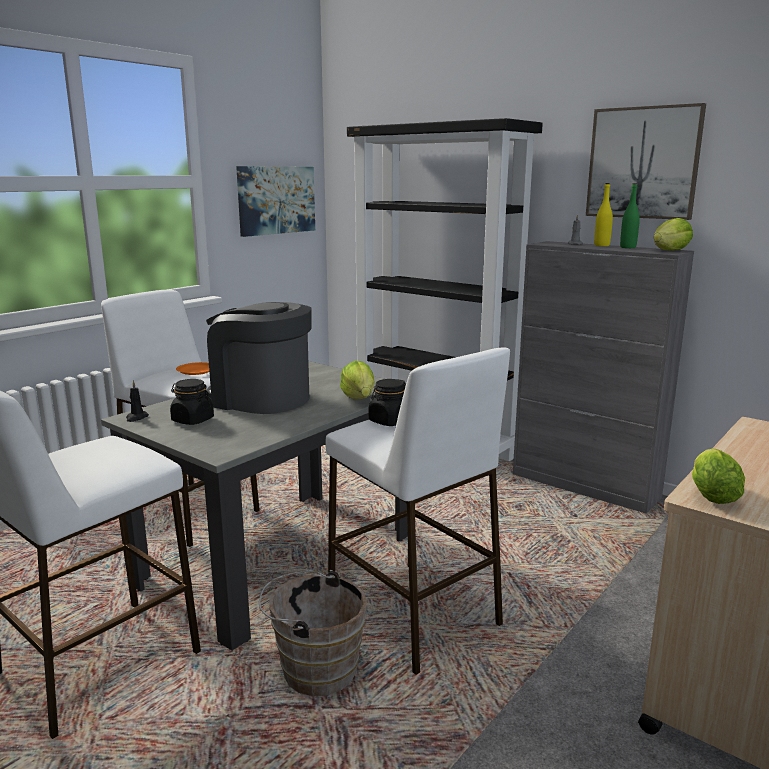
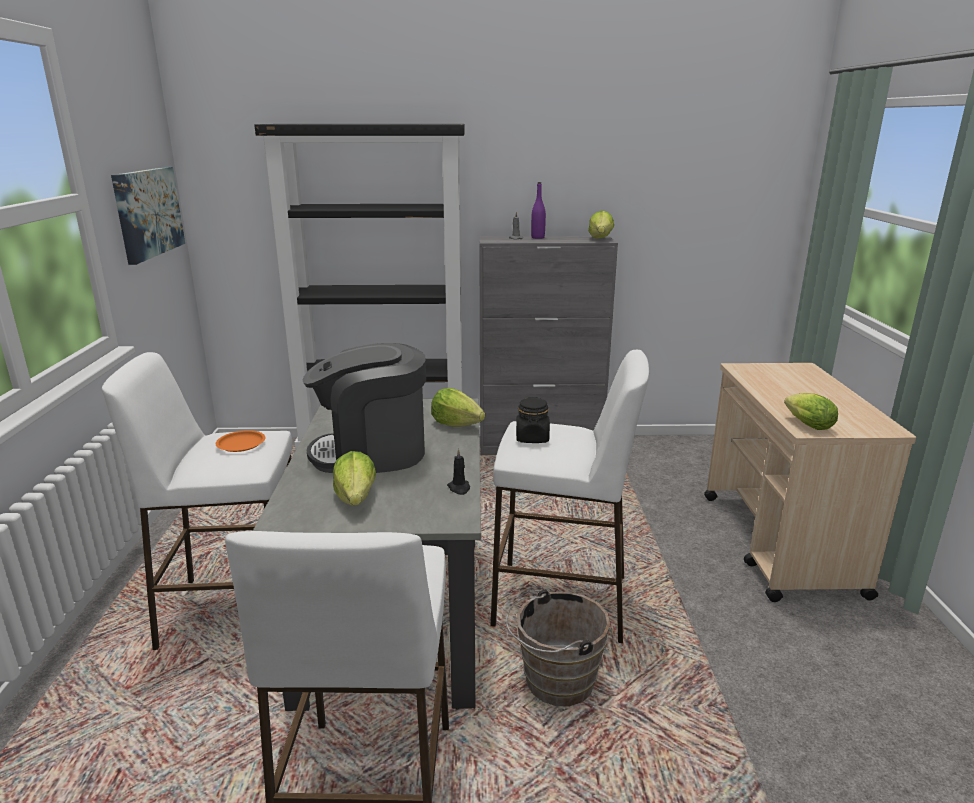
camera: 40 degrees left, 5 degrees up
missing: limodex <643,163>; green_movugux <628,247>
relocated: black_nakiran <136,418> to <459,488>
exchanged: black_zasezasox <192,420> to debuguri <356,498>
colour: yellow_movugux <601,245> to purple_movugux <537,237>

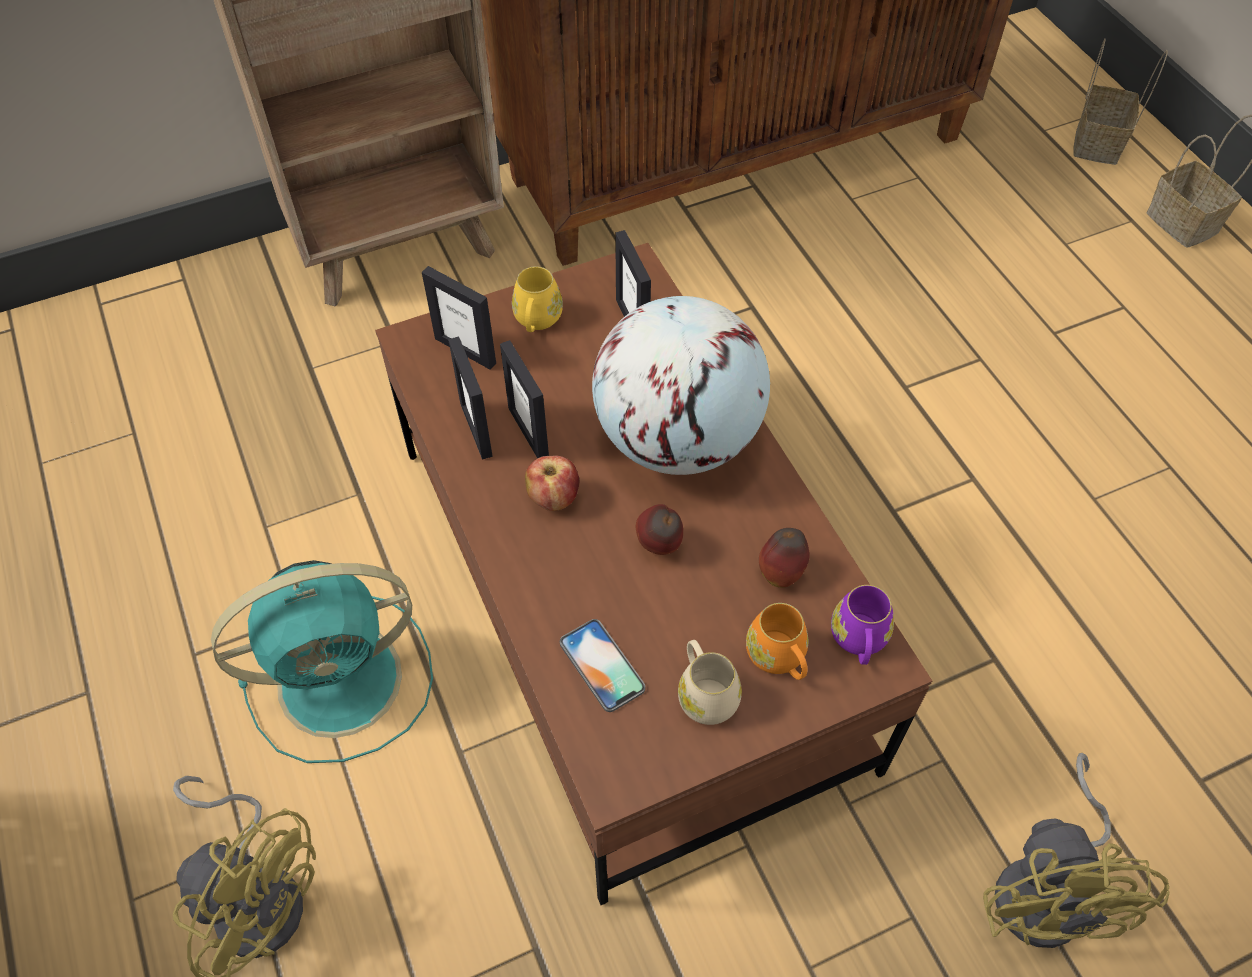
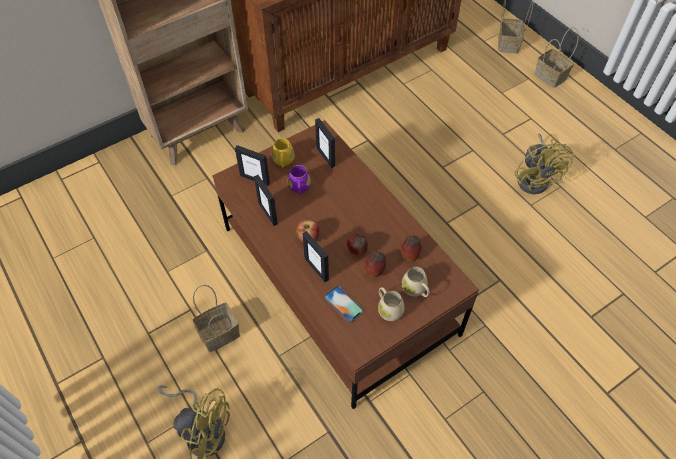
camera: 10 degrees left, 0 degrees up
missing: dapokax <677,439>
appeared: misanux <375,271>
relocated: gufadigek <529,432> to <316,269>; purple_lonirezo <858,641> to <299,188>; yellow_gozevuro <1049,889> to <535,178>
exchanged: turquoise_gozevuro <346,678> to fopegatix <220,332>
colour: orange_lonirezo <779,658> to beige_lonirezo <416,290>

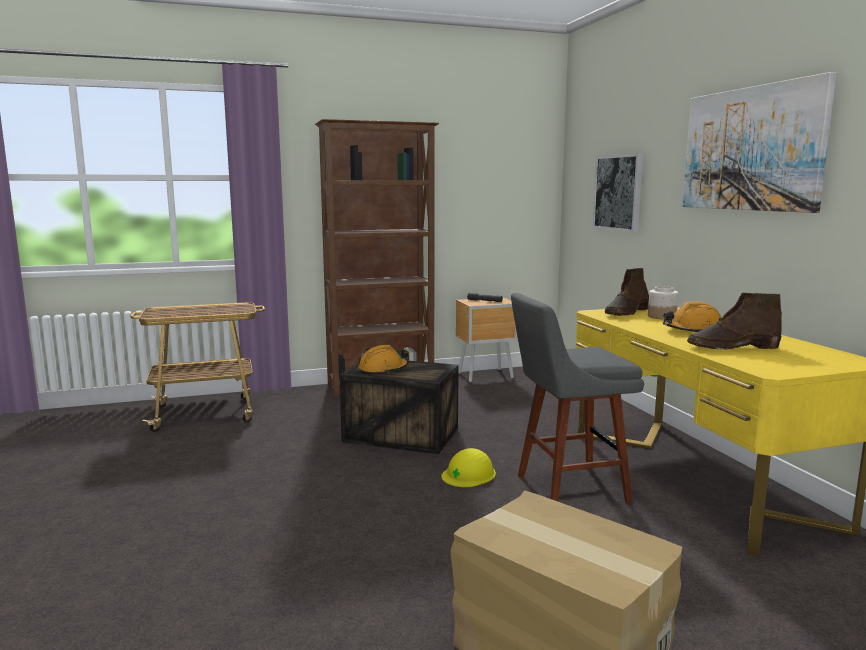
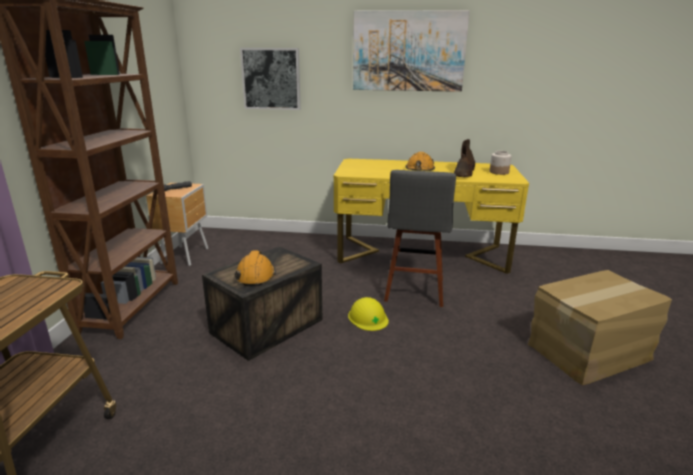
camera: 65 degrees left, 10 degrees up
missing: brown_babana <627,313>
relocated: zasezasox <661,317> to <499,172>

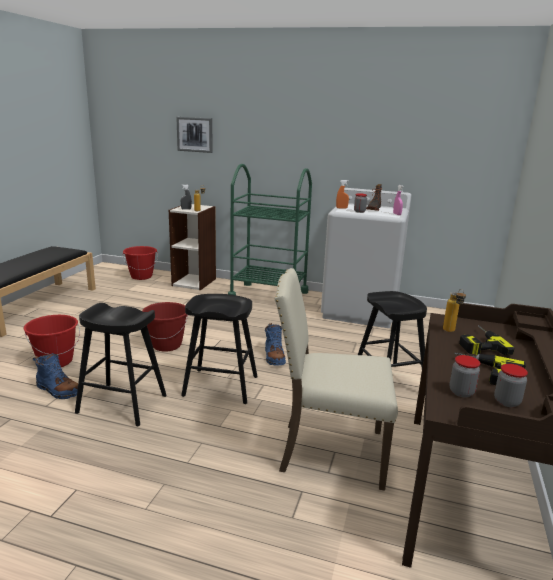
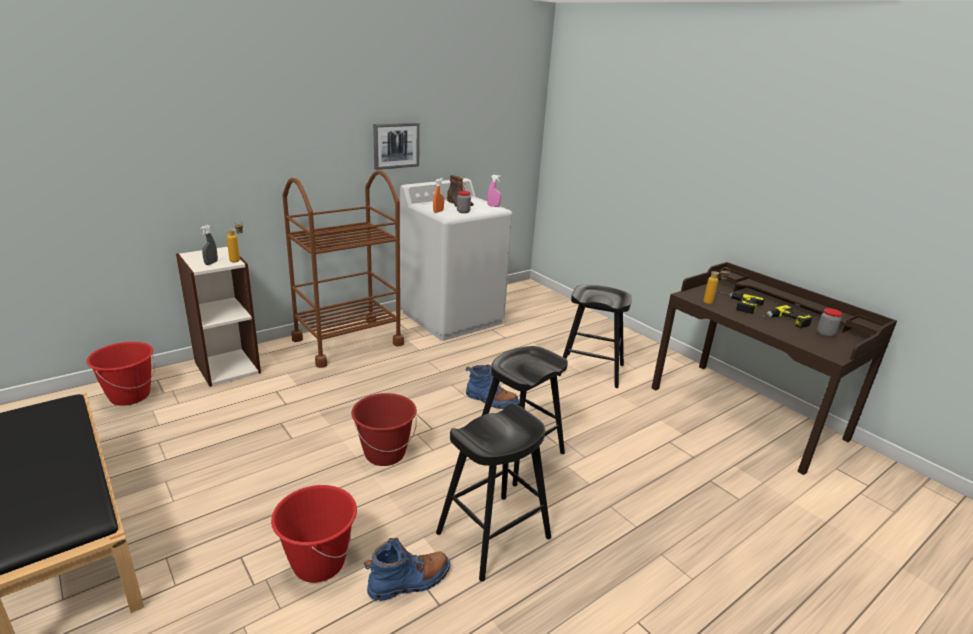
camera: 55 degrees left, 5 degrees up
missing: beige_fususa <329,452>; zasezasox <461,392>
relocated: limodex <195,134> to <396,145>
colour: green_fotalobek <268,295> to brown_fotalobek <347,342>

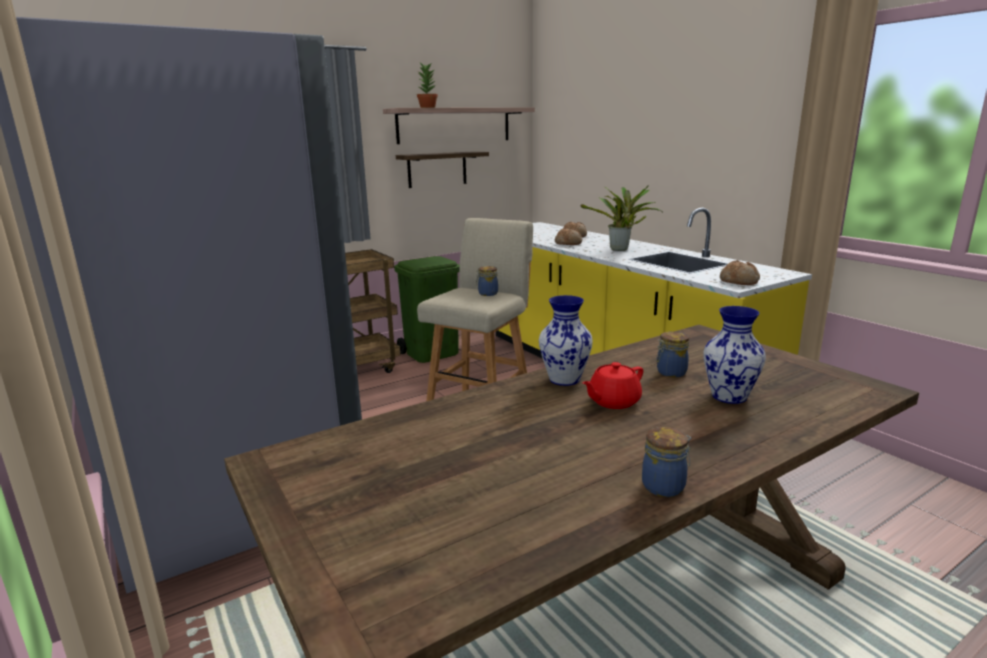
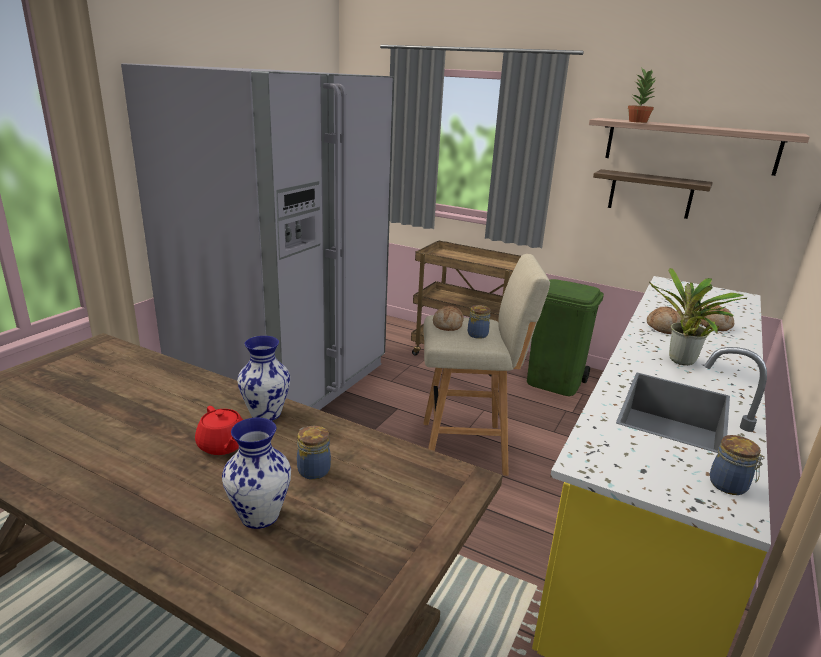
camera: 60 degrees right, 5 degrees up
relocated: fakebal <739,281> to <448,325>; zasezasox <665,486> to <729,486>
spun: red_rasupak <612,401> = <222,445> 150 degrees counterclockwise

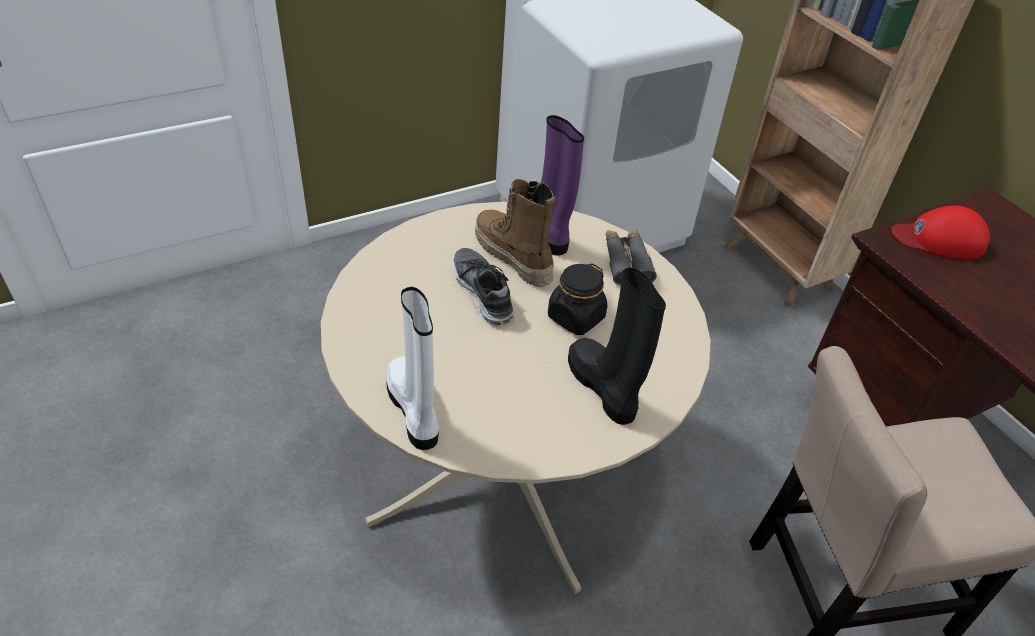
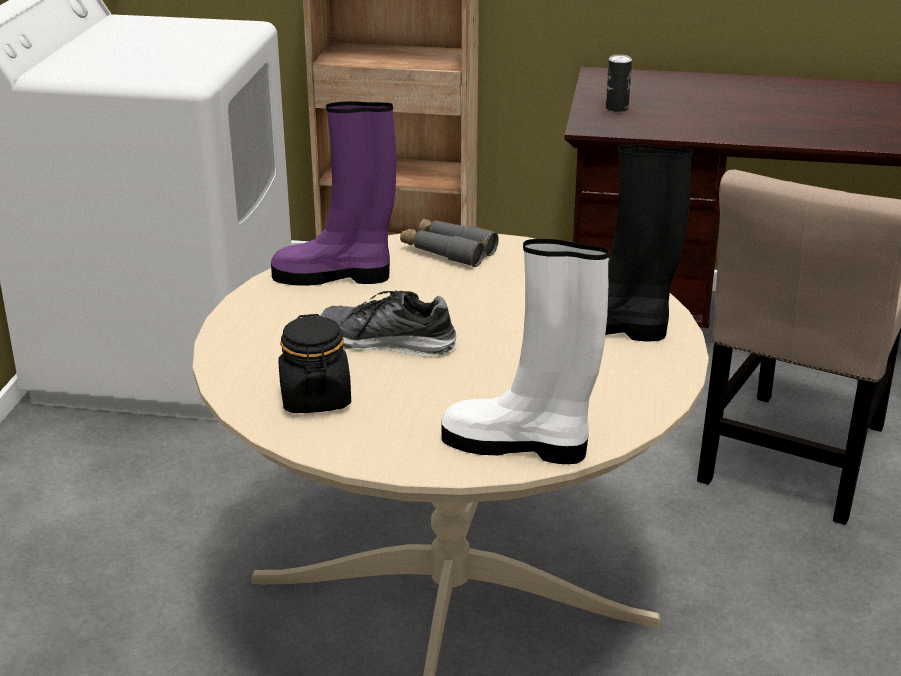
camera: 50 degrees left, 15 degrees down
missing: babana <512,257>
relocated: black_zasezasox <575,317> to <315,398>
exchanged: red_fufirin <939,239> to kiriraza <617,108>

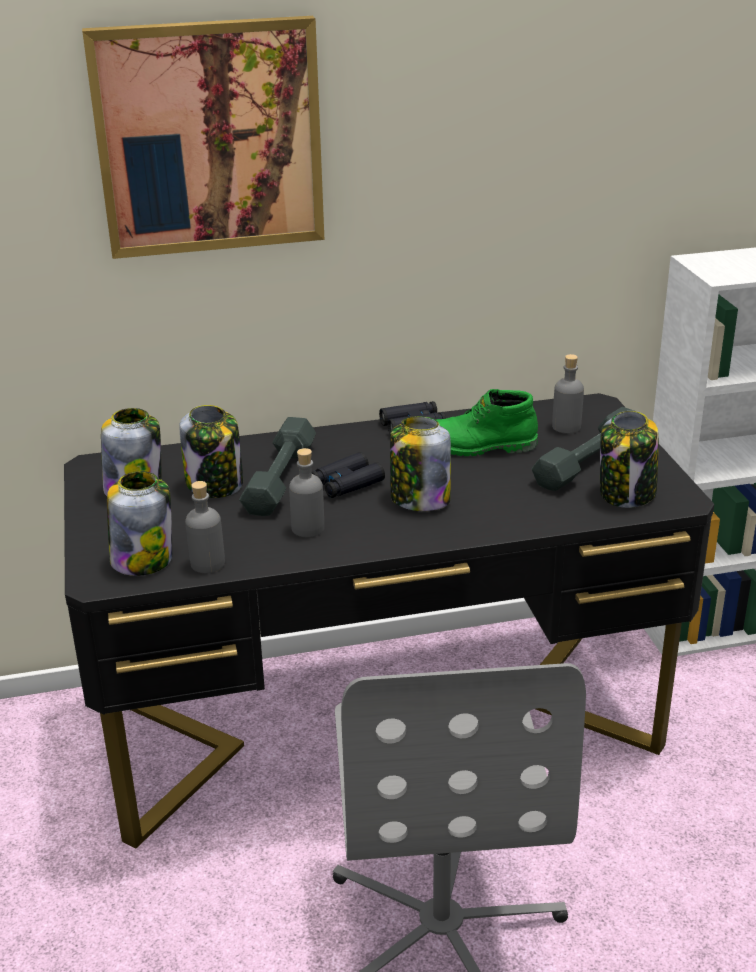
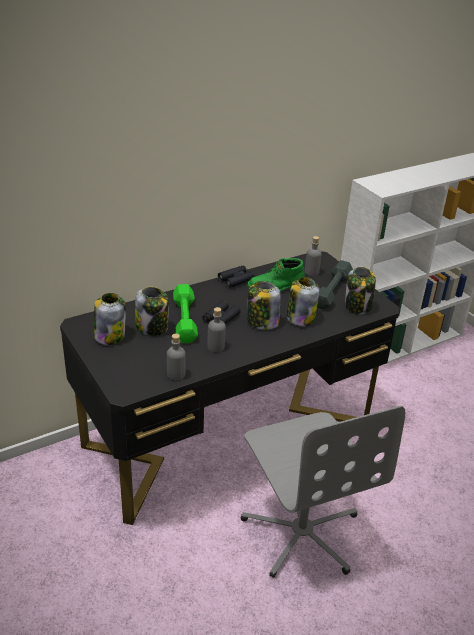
camera: 20 degrees left, 5 degrees up
missing: limodex <209,138>
relocated: zasezasox <143,559> to <300,318>
colour: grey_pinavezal <280,479> to green_pinavezal <185,319>

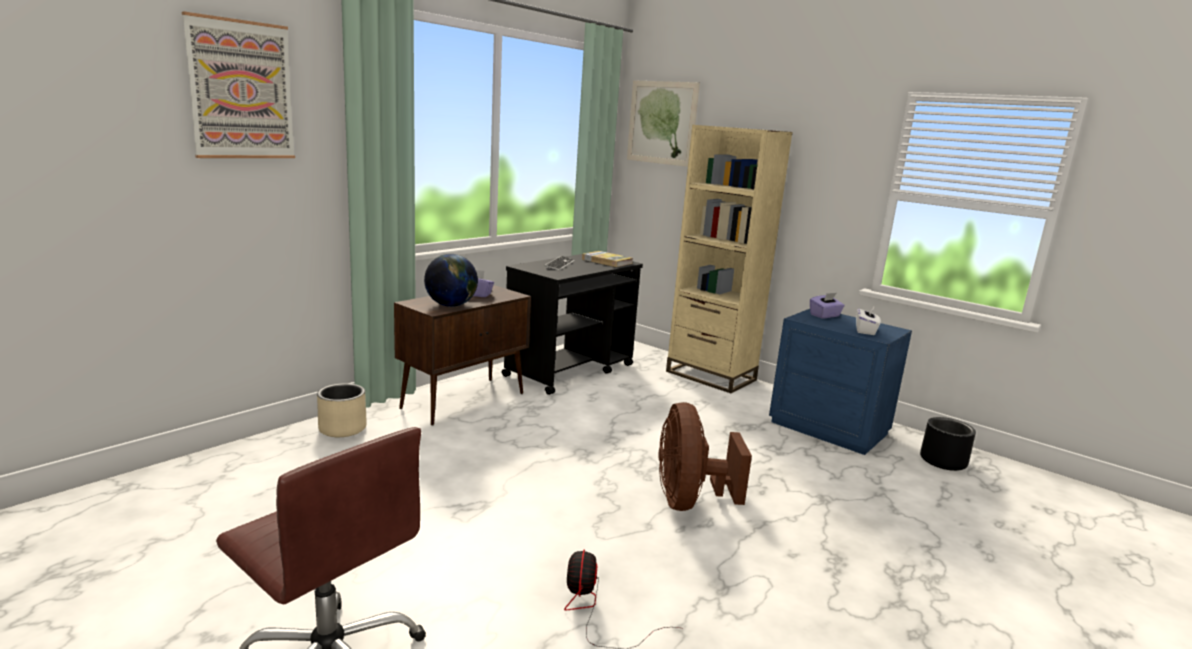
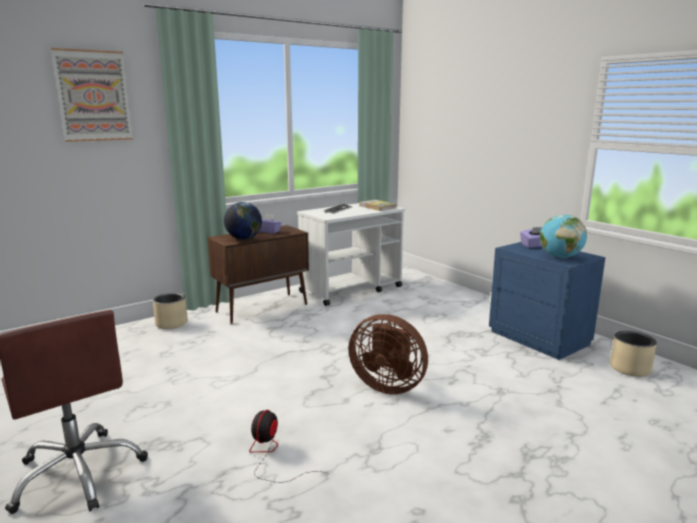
camera: 15 degrees right, 0 degrees up
missing: limodex <662,123>; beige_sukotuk <710,376>
exchanged: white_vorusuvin <866,331> to dapokax <560,257>
colour: black_fotalobek <570,370> to white_fotalobek <352,289>; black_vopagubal <943,461> to beige_vopagubal <630,368>
spun: brown_gozevuro <689,501> = <388,385> 75 degrees counterclockwise

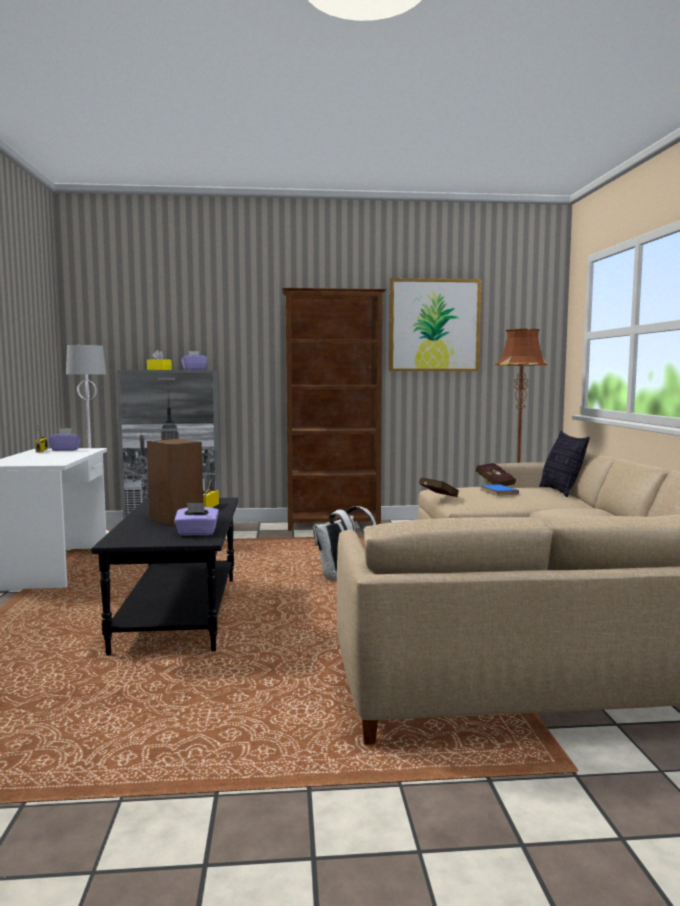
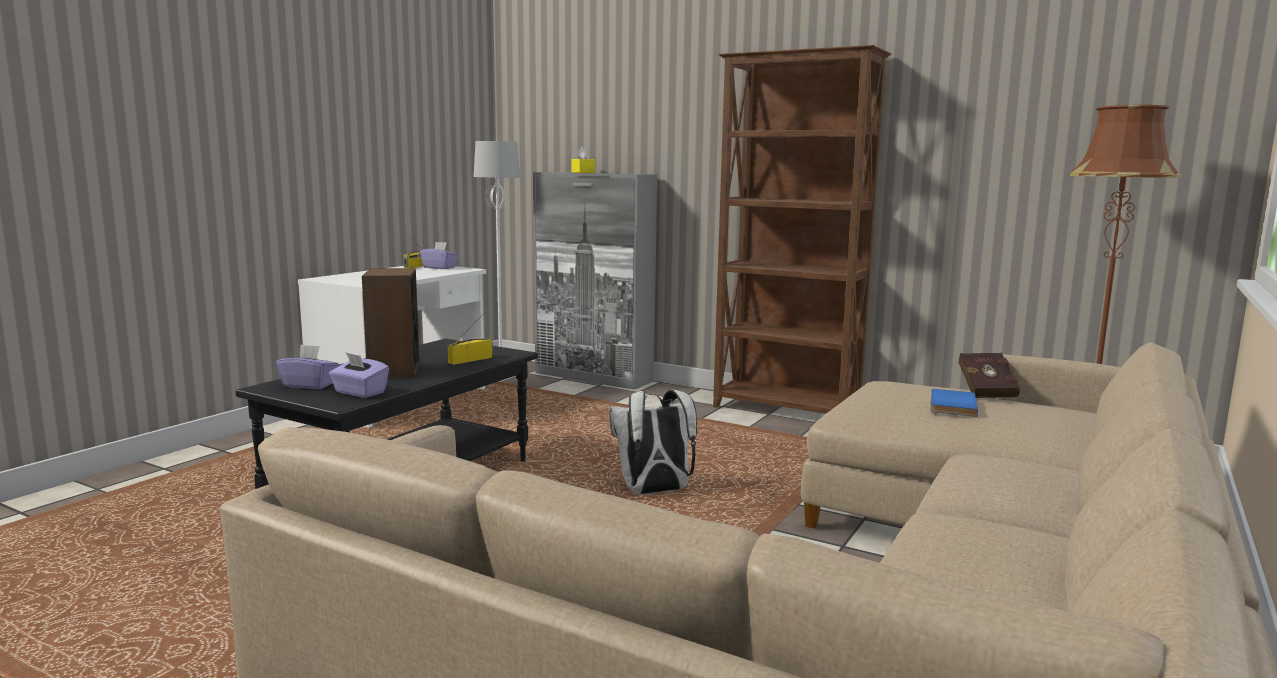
camera: 35 degrees right, 5 degrees up
missing: limodex <434,325>; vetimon <561,491>; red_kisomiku <437,498>
relocated: purple_vorusuvin <194,369> to <309,385>

